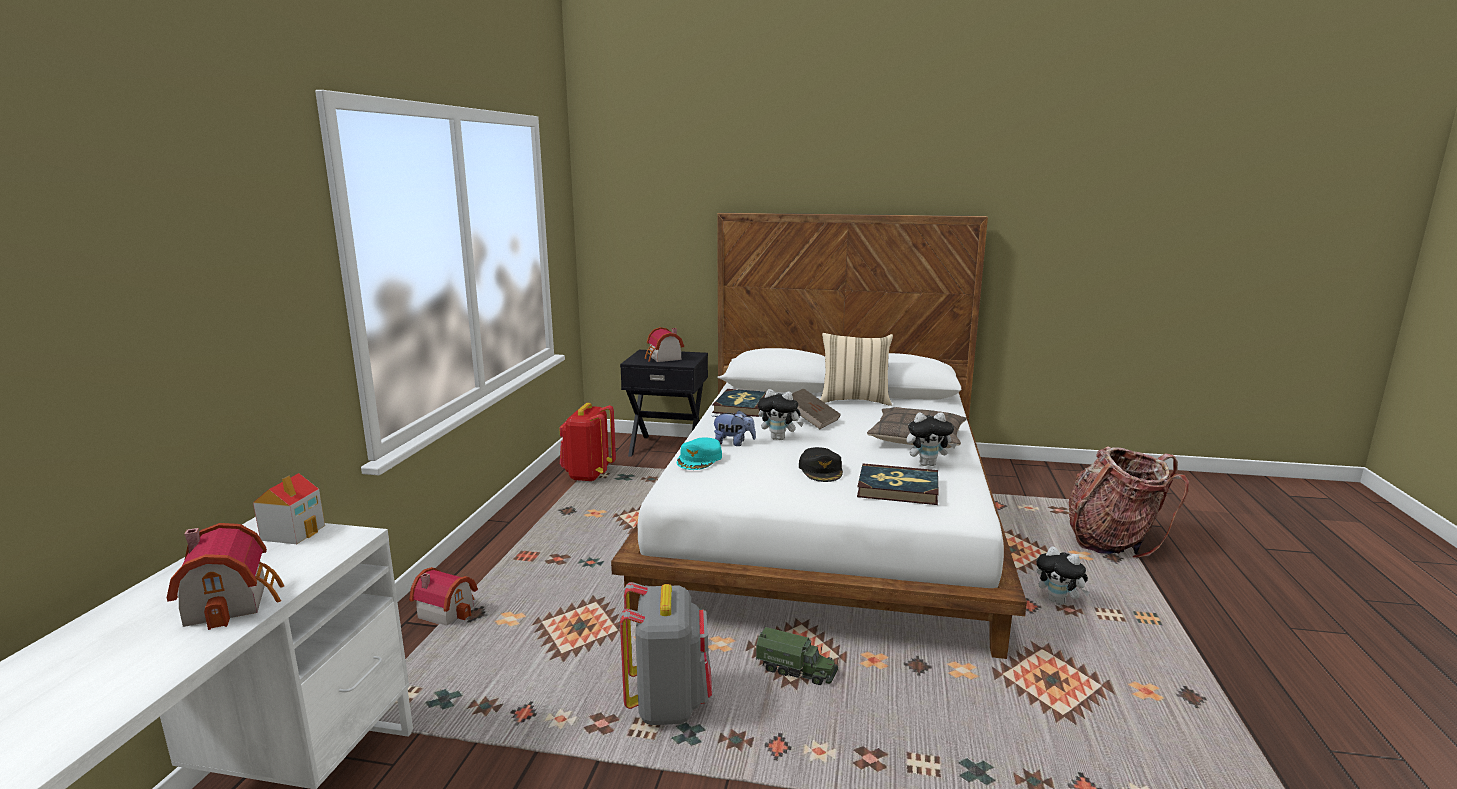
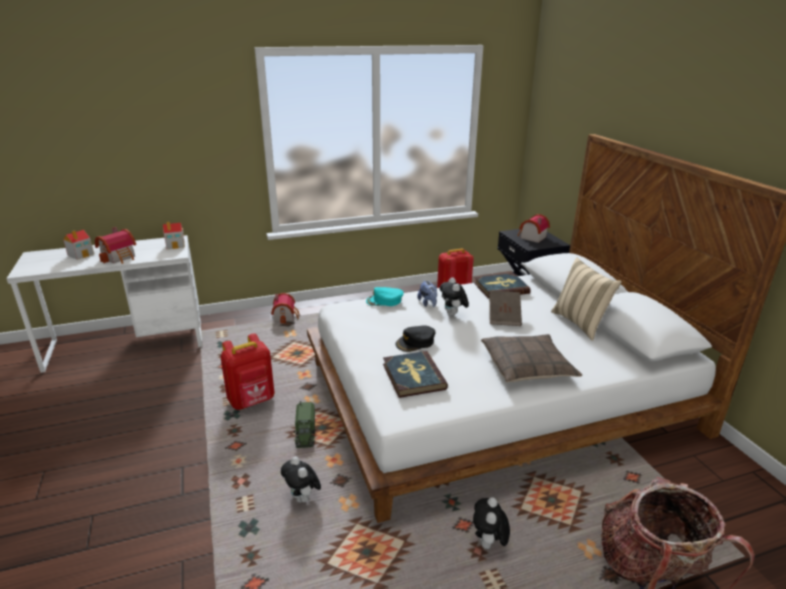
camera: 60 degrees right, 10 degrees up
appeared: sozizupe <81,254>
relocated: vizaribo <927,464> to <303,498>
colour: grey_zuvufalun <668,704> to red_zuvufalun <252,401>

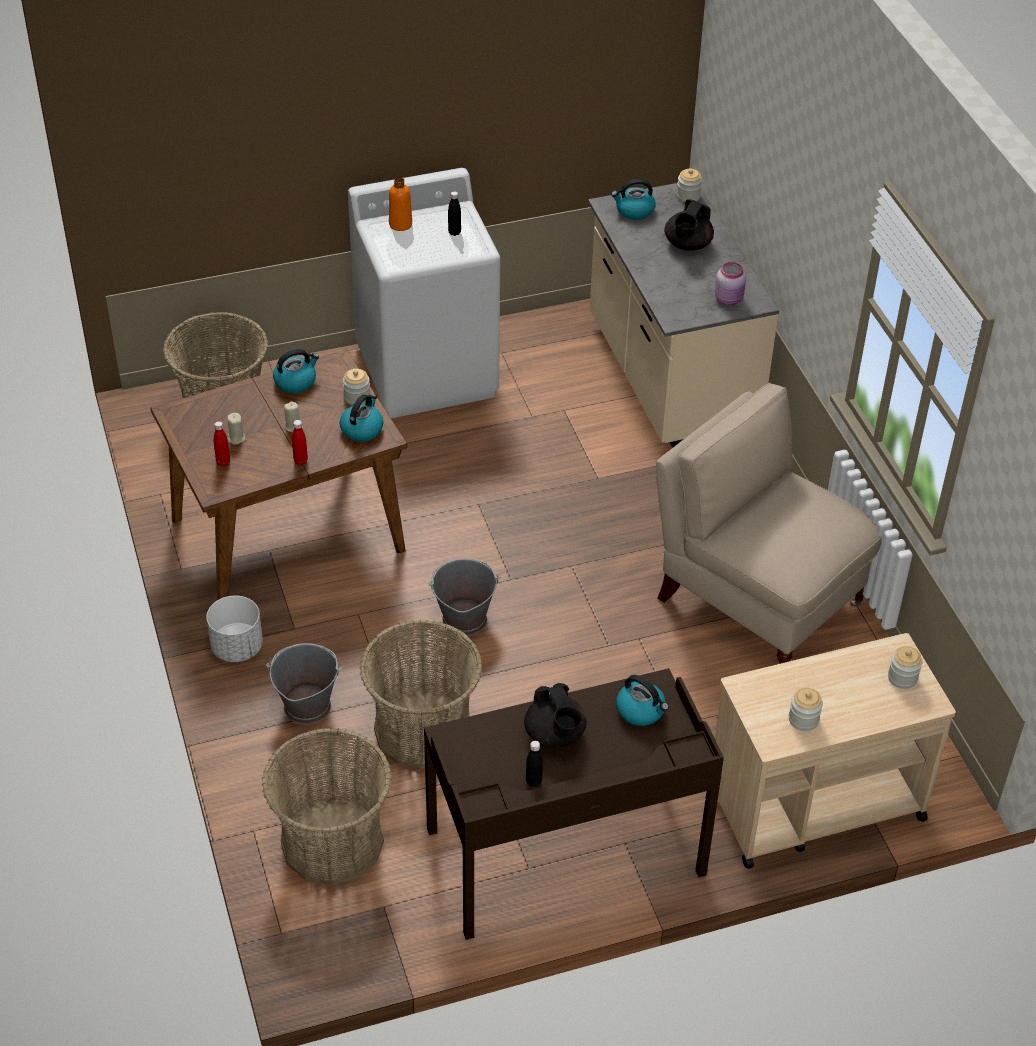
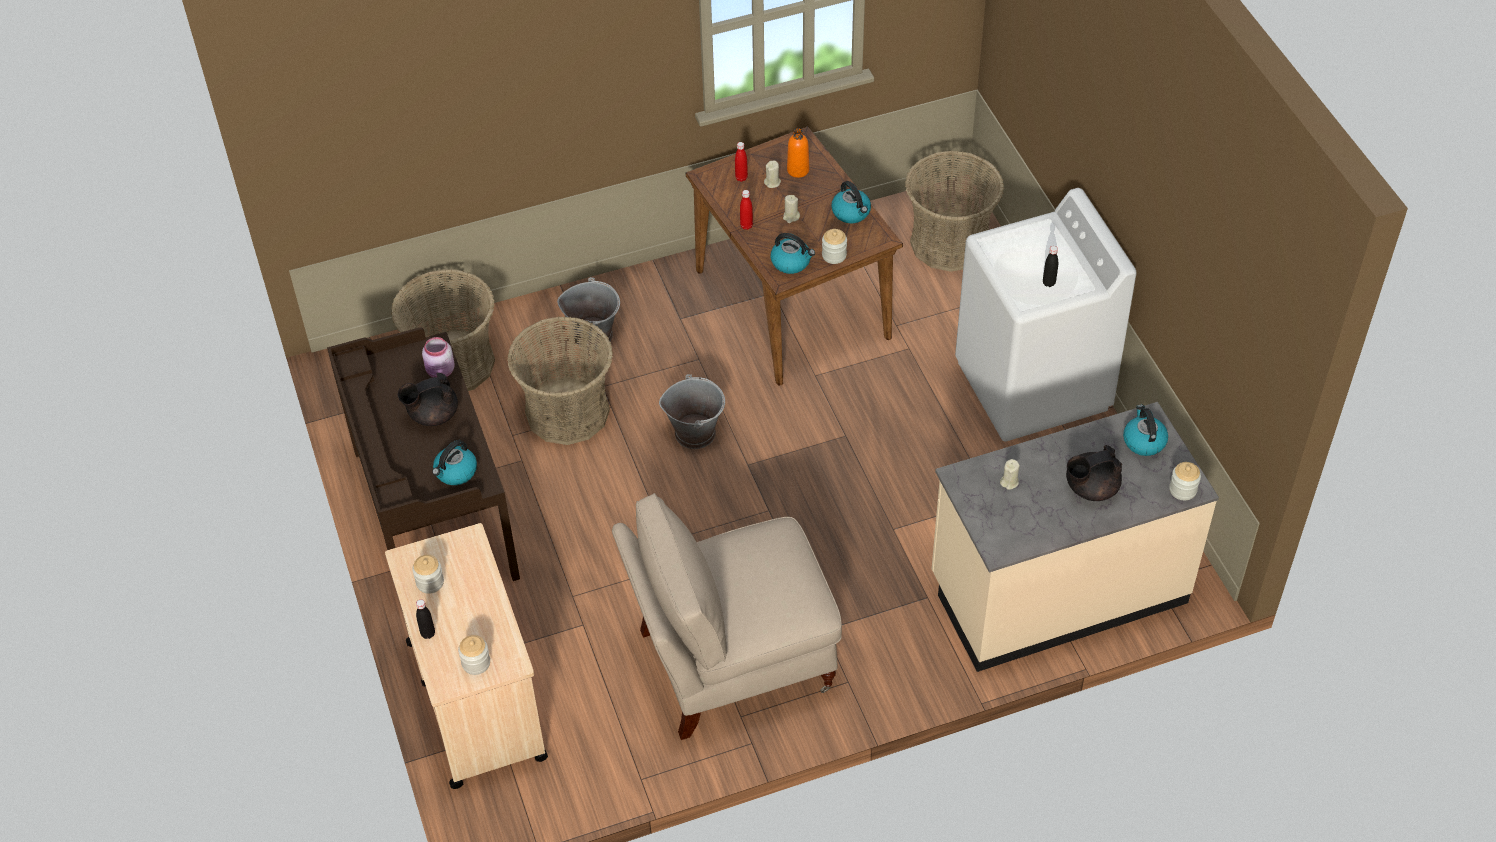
camera: 90 degrees right, 5 degrees up
missing: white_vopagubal <236,647>
appeared: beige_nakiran <1009,482>
relocated: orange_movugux <400,224> to <798,170>; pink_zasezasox <729,299> to <440,371>; black_movugux <533,781> to <428,634>
spun: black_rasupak <687,245> = <1090,488> 45 degrees counterclockwise; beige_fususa <757,600> = <731,662> 150 degrees counterclockwise

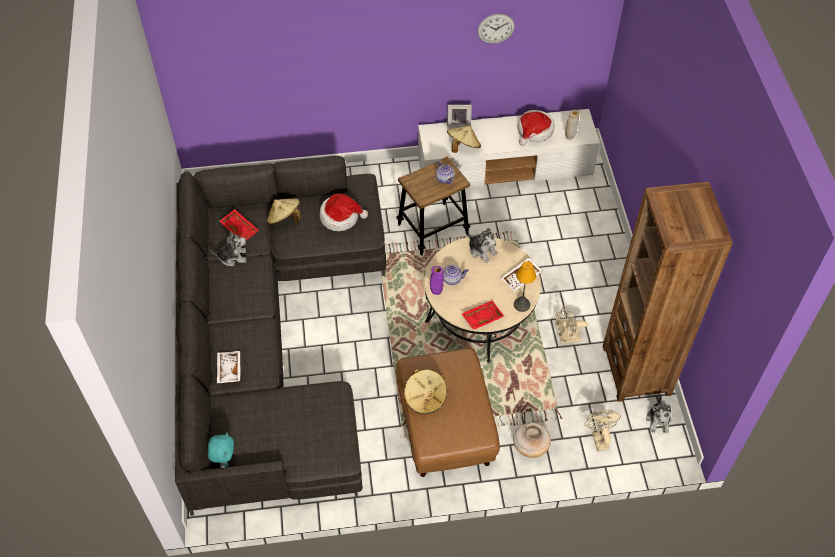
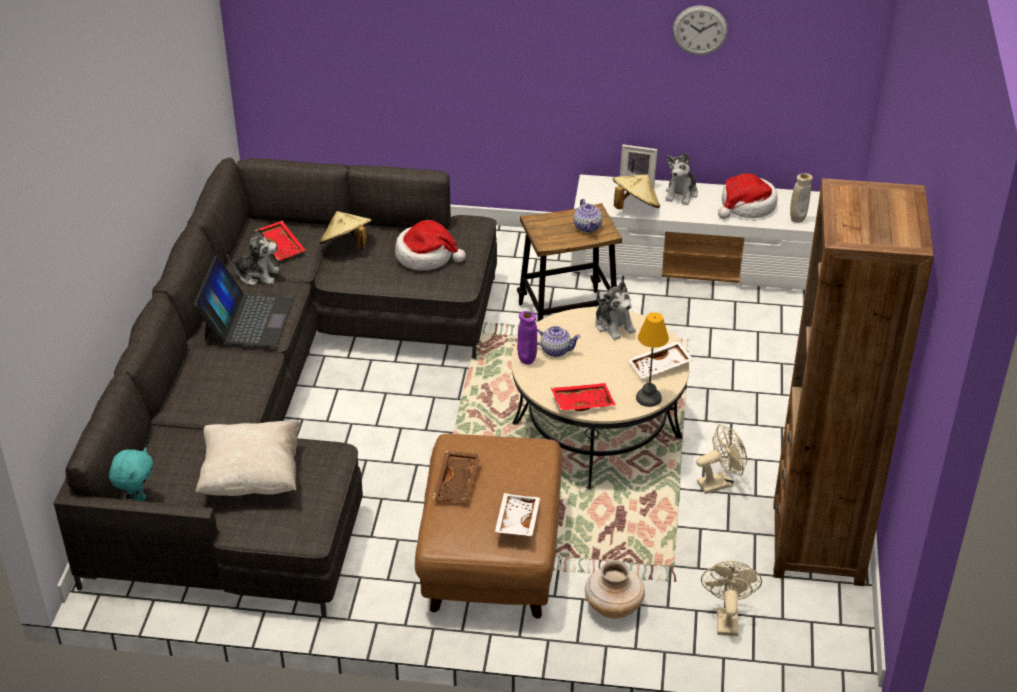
camera: 15 degrees right, 15 degrees down
appeared: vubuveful <247,319>; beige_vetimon <251,478>
relocated: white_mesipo <228,370> to <516,521>; vizaribo <658,420> to <681,194>
exchanged: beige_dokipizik <425,398> to brown_mesipo <458,483>
spun: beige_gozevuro <566,338> = <719,482> 150 degrees clockwise

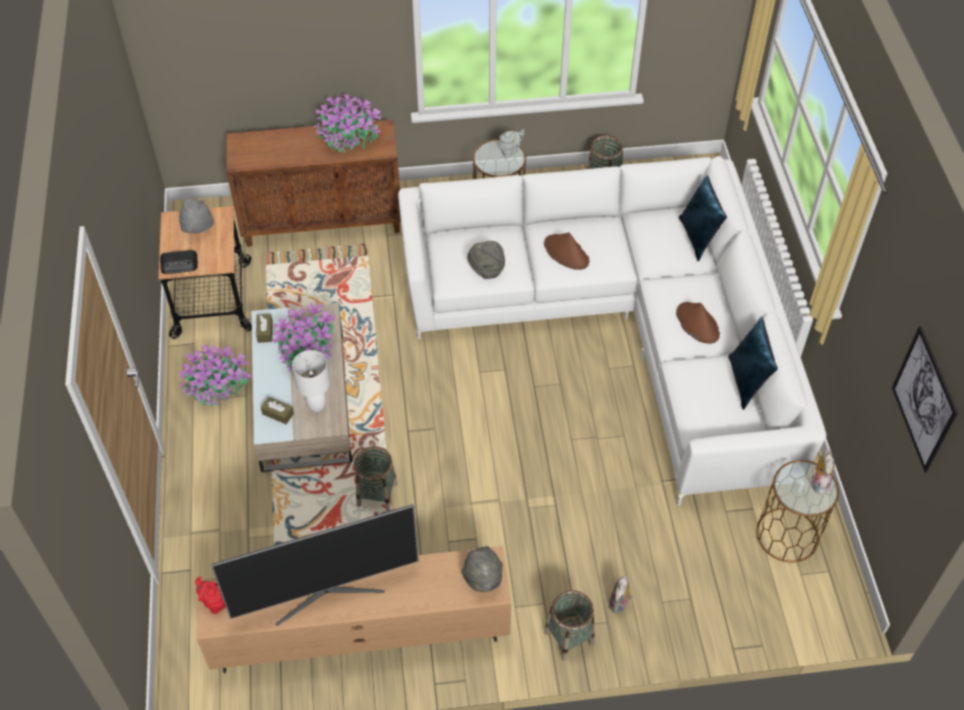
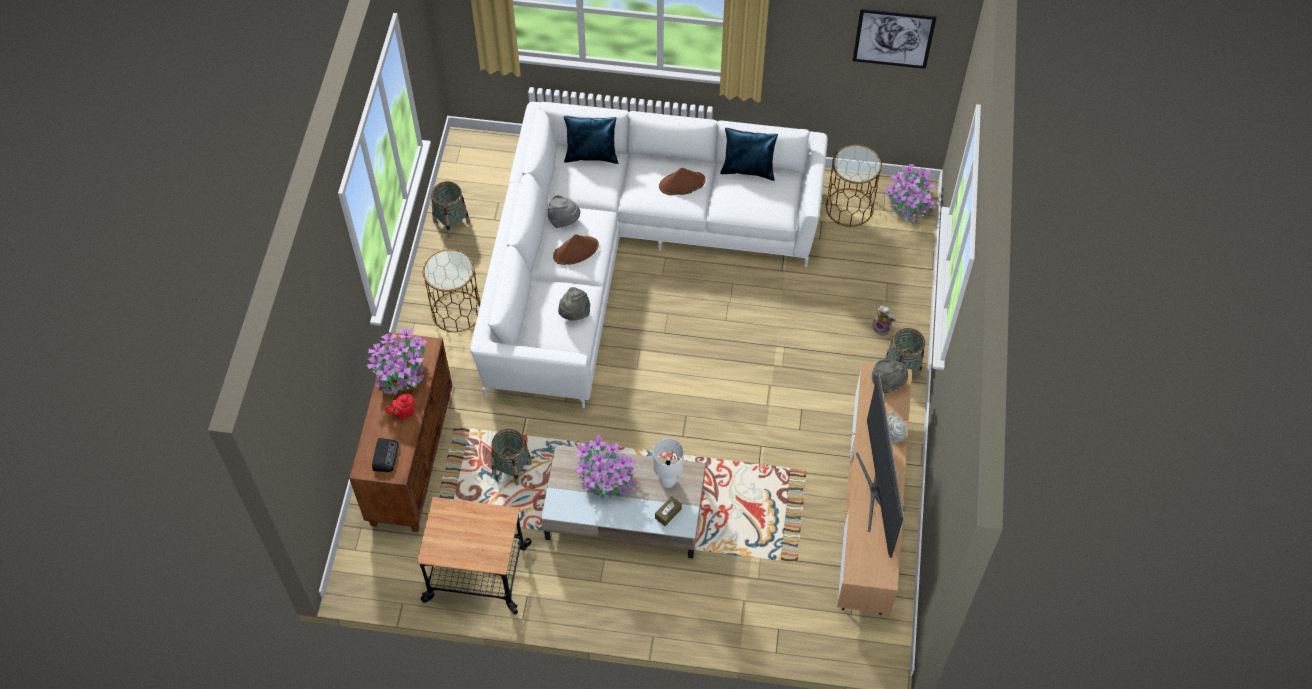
camera: 75 degrees left, 5 degrees up
missing: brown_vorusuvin <265,331>; vizaribo <818,483>
relocated: grey_rasupak <510,151> to <894,434>; grey_dokipizik <198,230> to <564,220>; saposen <180,264> to <385,456>; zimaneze <217,388> to <908,205>; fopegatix <377,494> to <511,468>; red_rasupak <213,602> to <403,413>

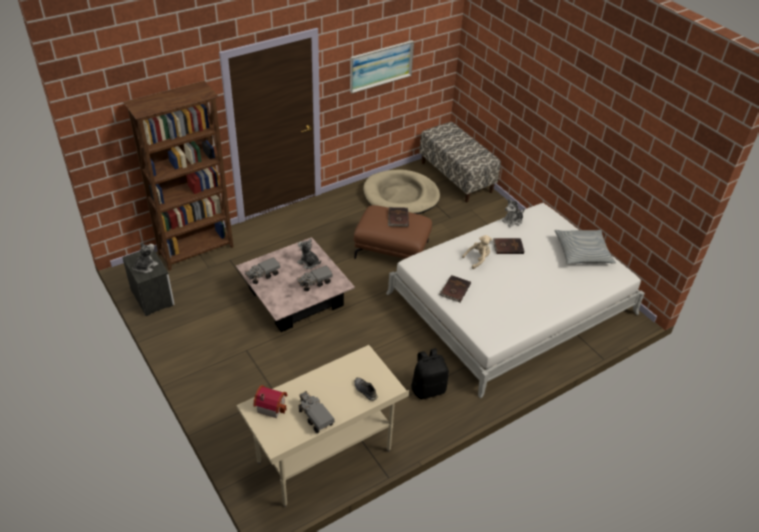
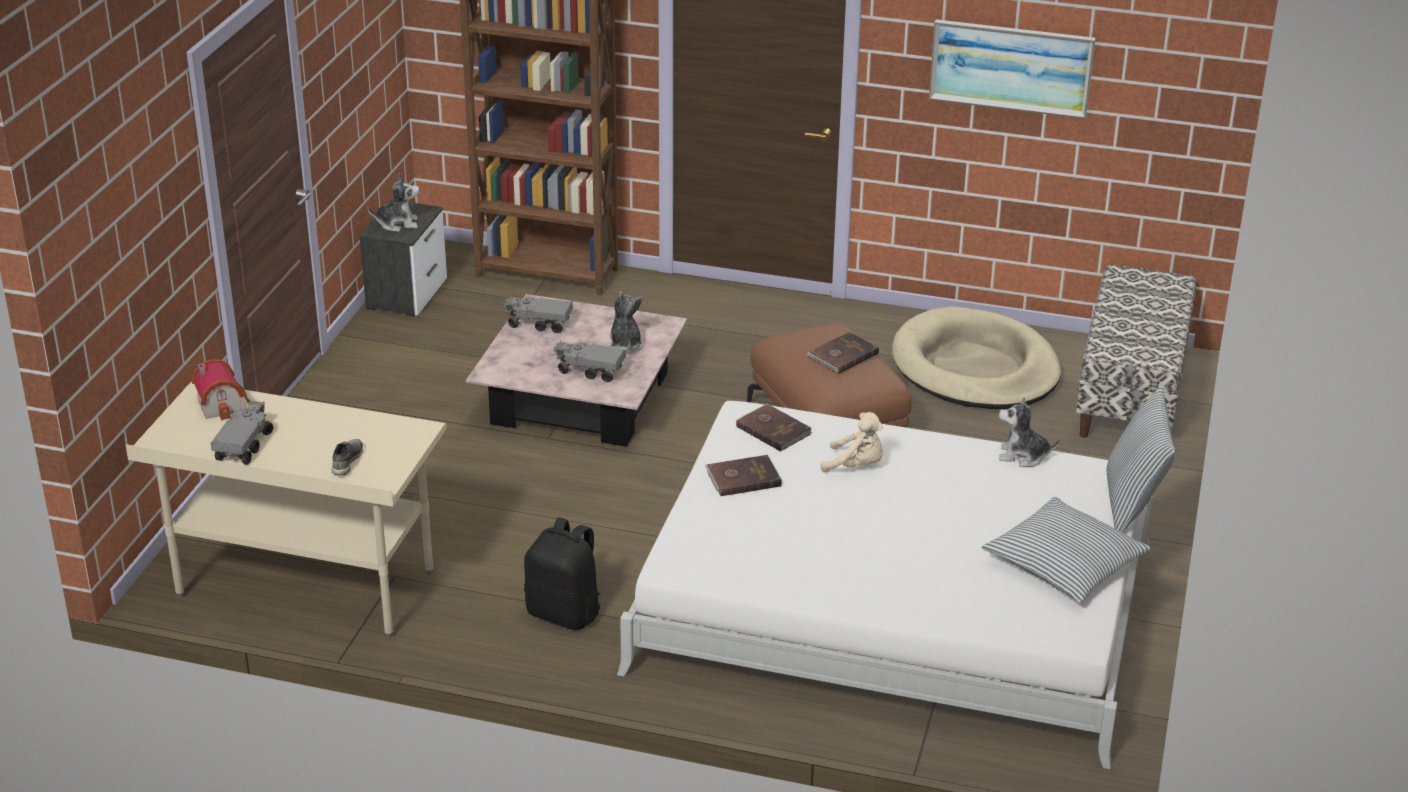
camera: 50 degrees right, 10 degrees down
appeared: vetimon <1132,505>
relocated: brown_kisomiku <508,247> to <773,429>

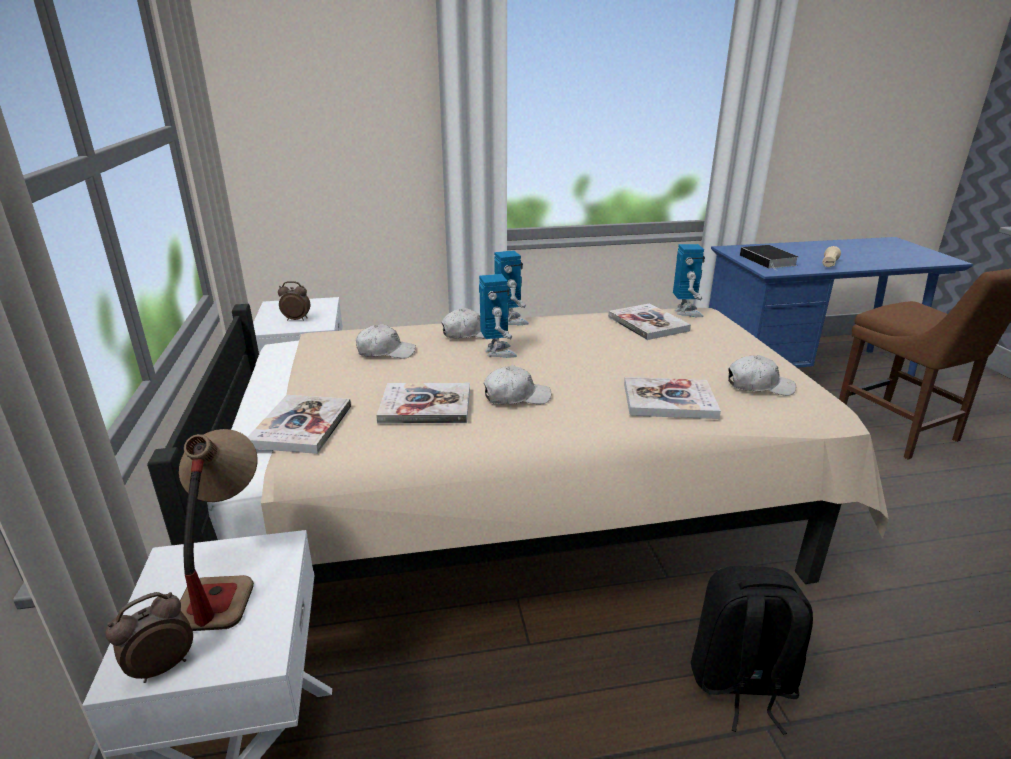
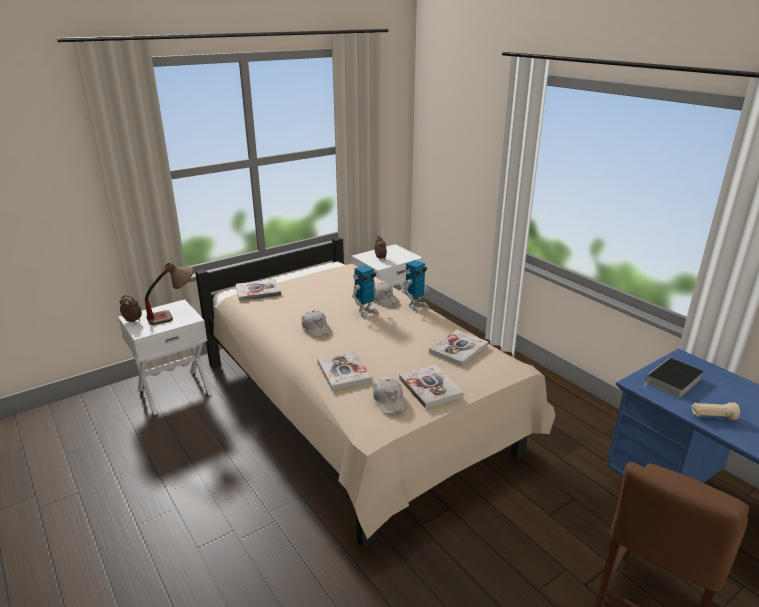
camera: 65 degrees right, 0 degrees up
missing: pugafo <686,312>; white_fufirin <385,352>; black_zuvufalun <741,683>
relocated: kisomiku <425,406> to <430,387>

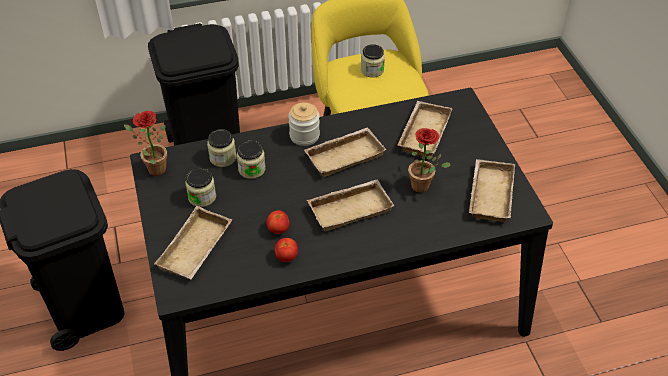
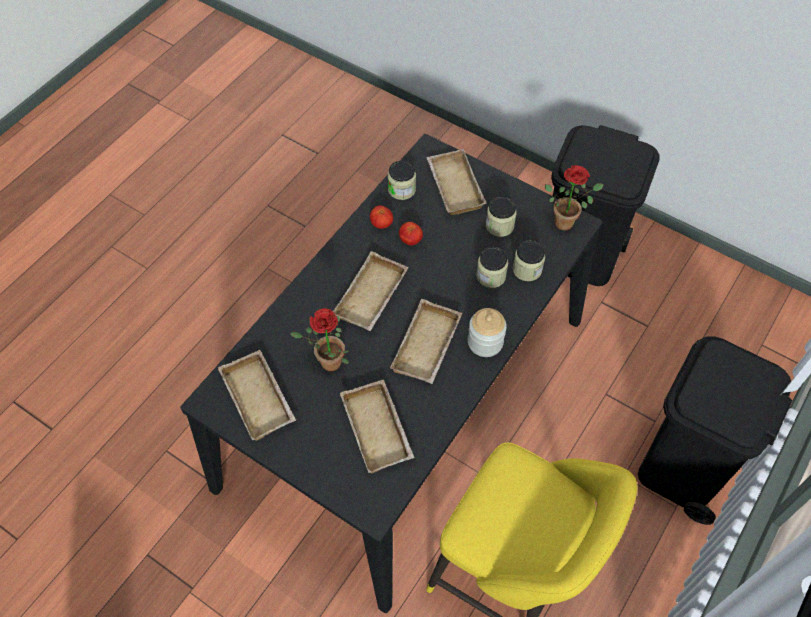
camera: 140 degrees right, 10 degrees up
relocated: zasezasox <372,70> to <402,189>

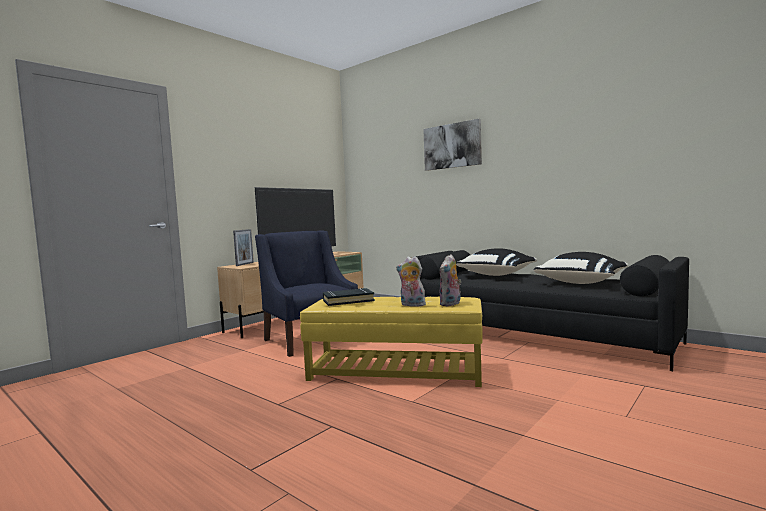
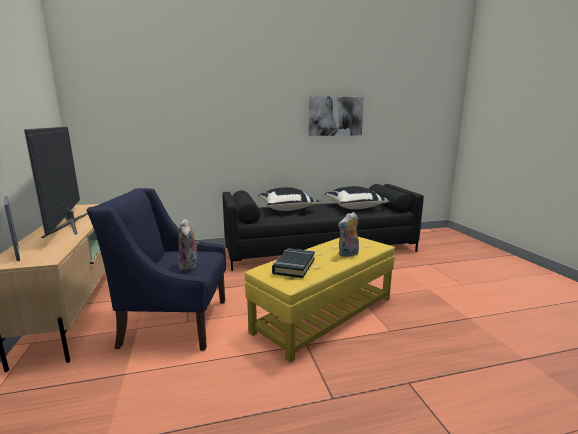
camera: 55 degrees left, 10 degrees up
relocated: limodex <452,146> to <335,116>; vizaribo <451,304> to <189,265>

